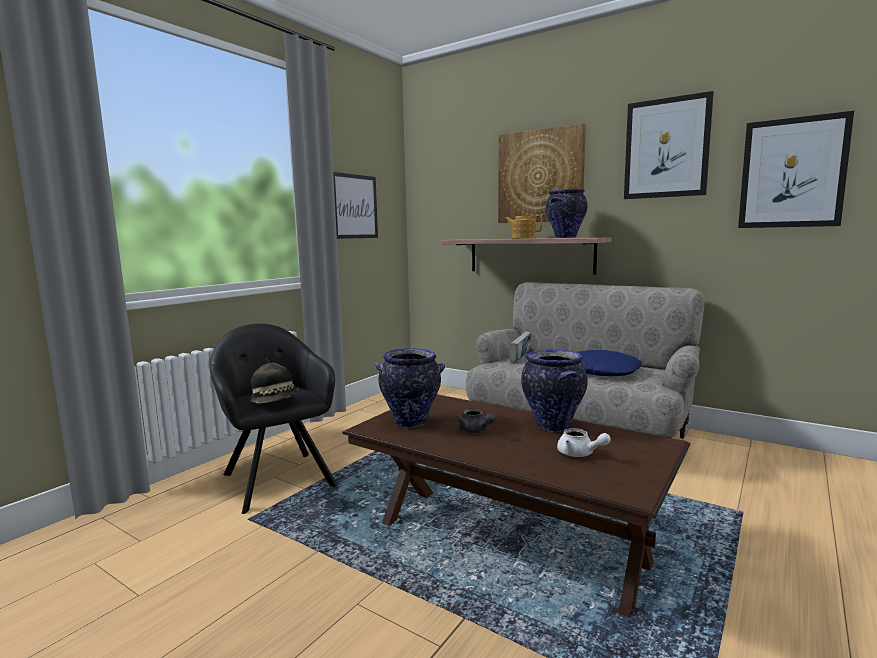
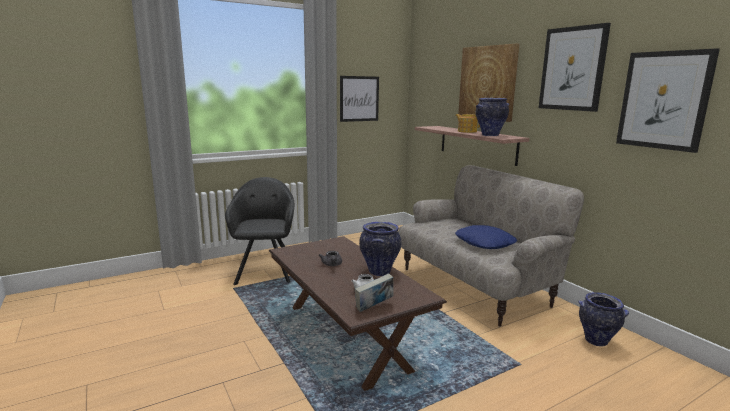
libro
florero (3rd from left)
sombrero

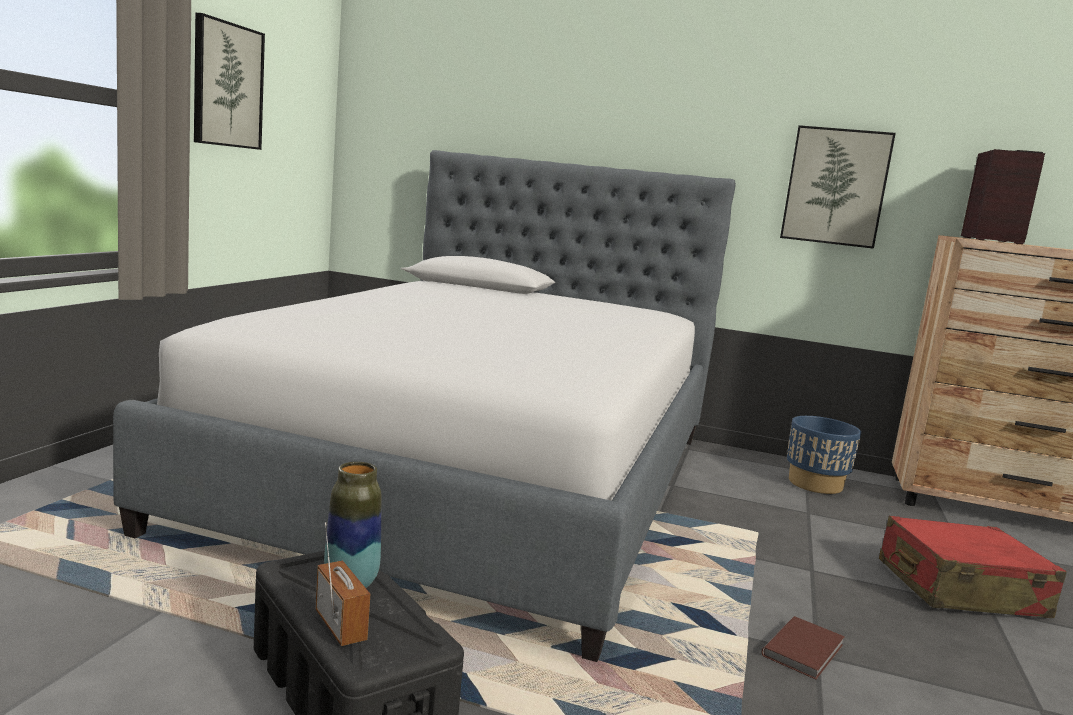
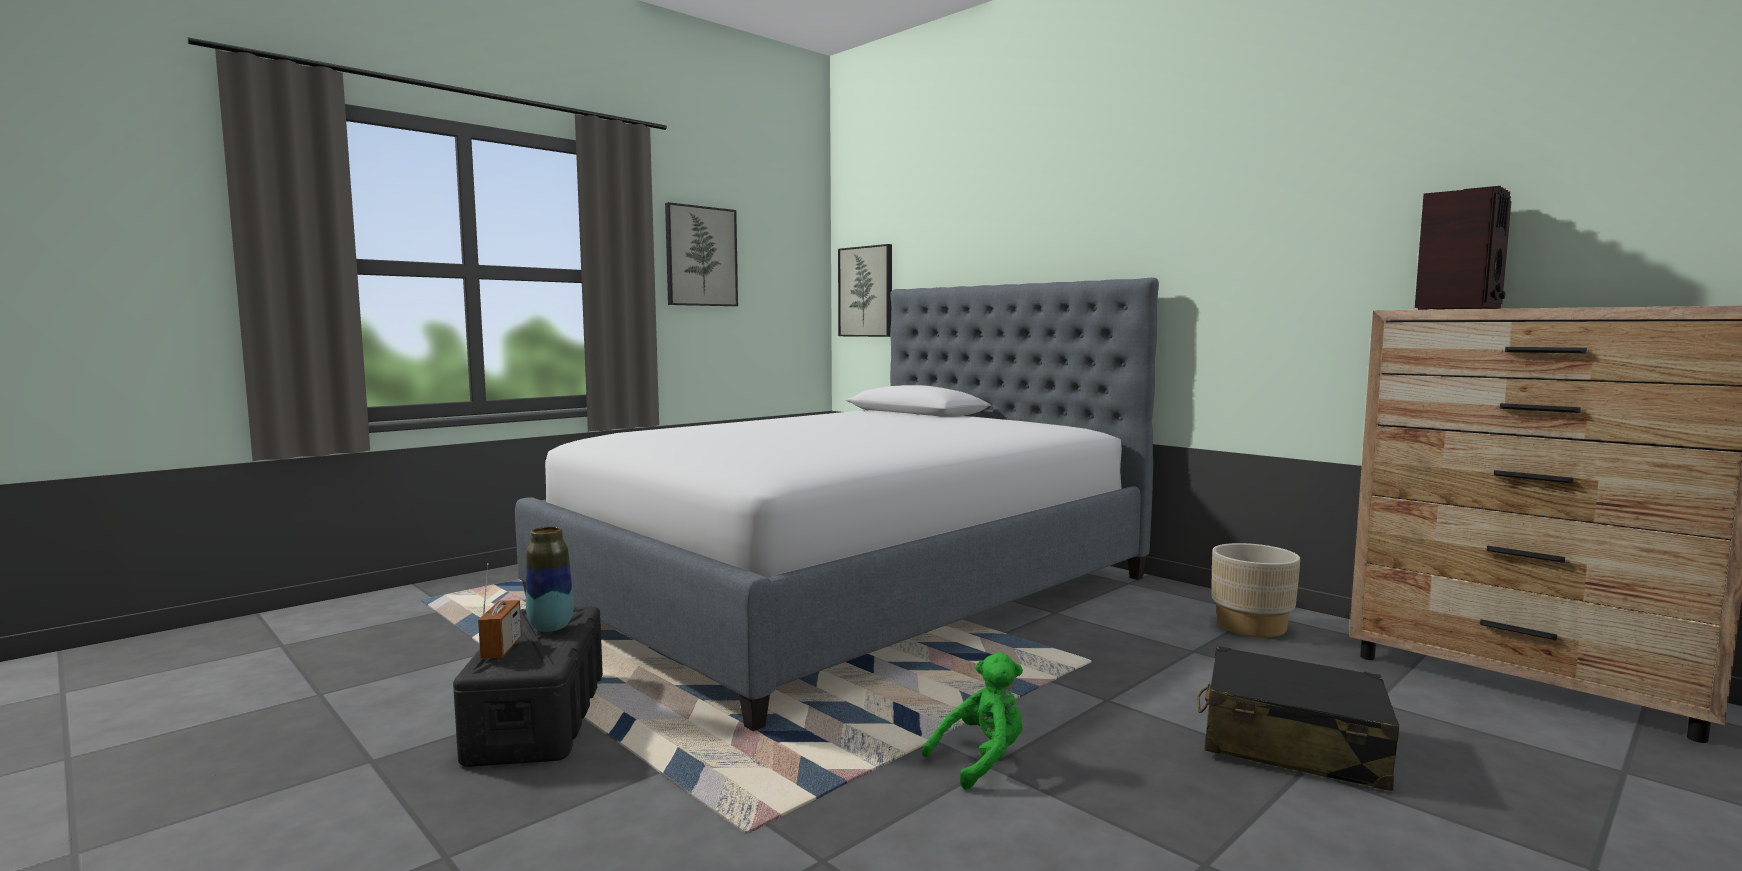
cuadro (2nd from left)
peluche (verde)
maleta (negro)
maceta (beis)

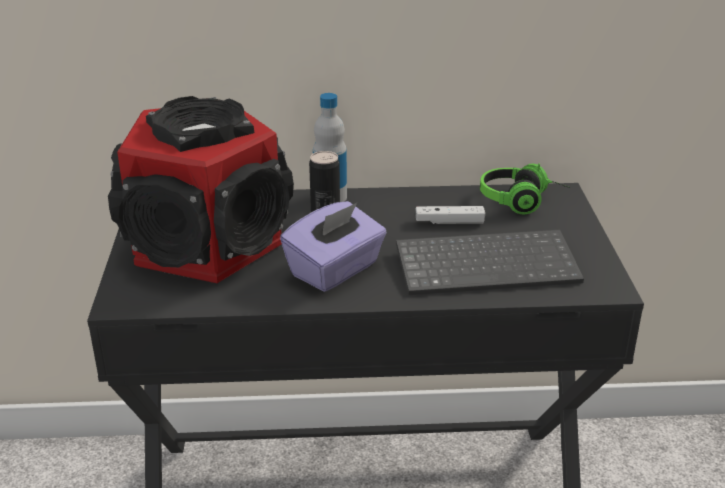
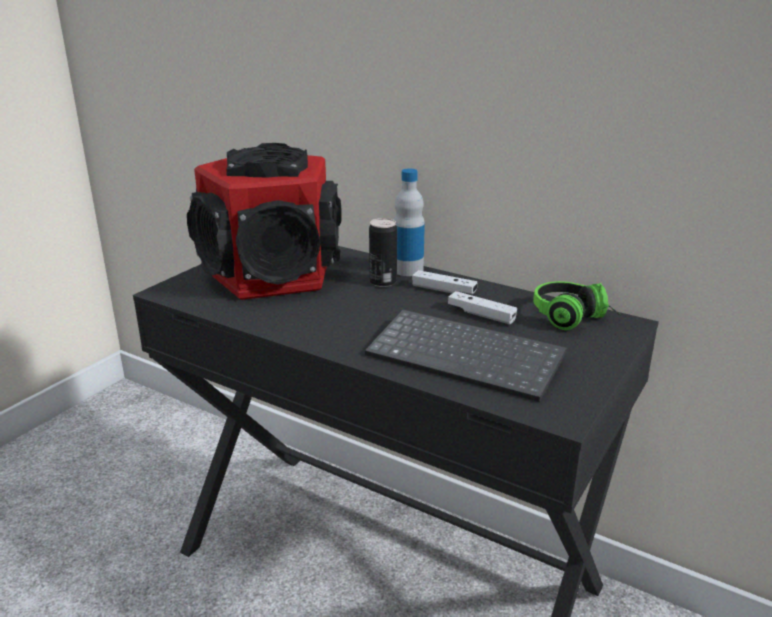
mando de consola (blanco) (1st from left)
caja de pañuelos (morado)

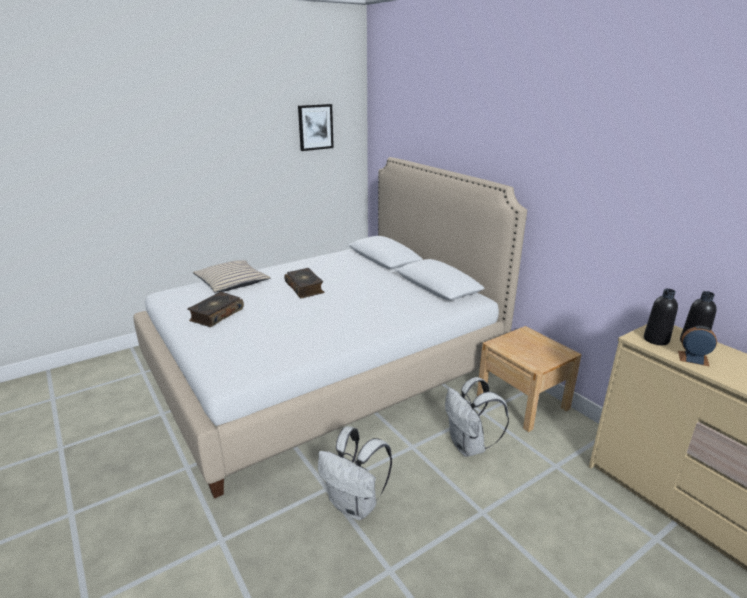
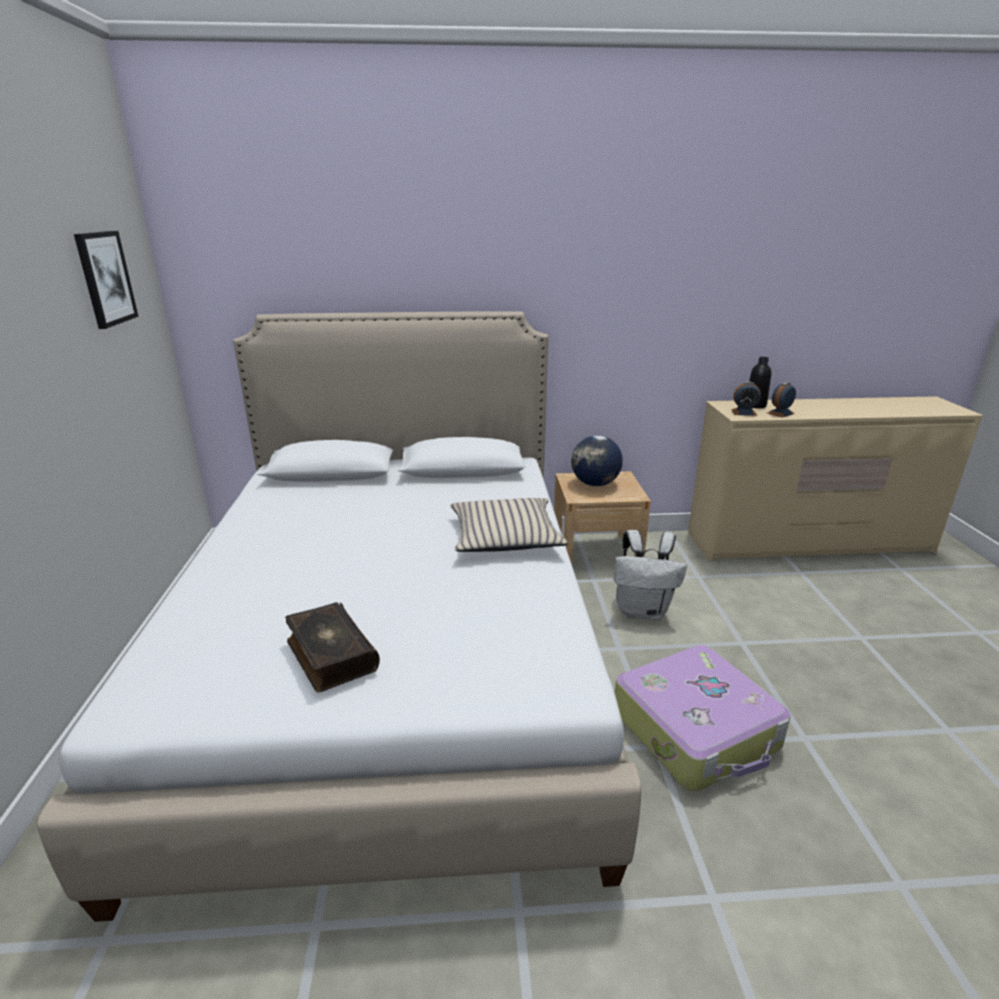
cojín (beis)
globo terráqueo
maleta
despertador (1st from left)
libro (2nd from left in the first image)

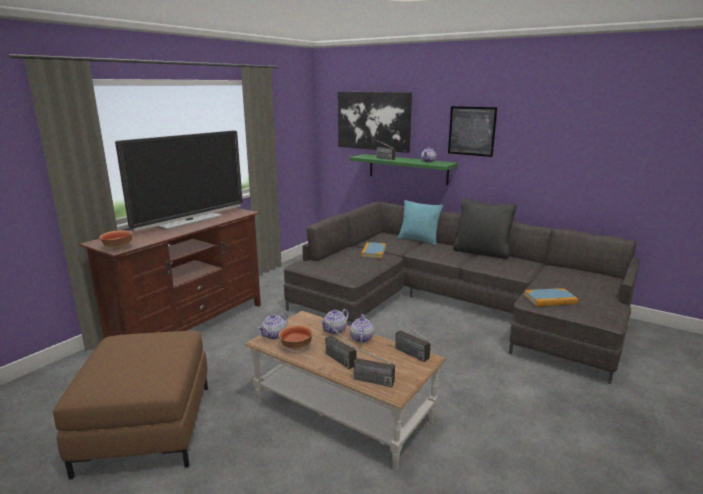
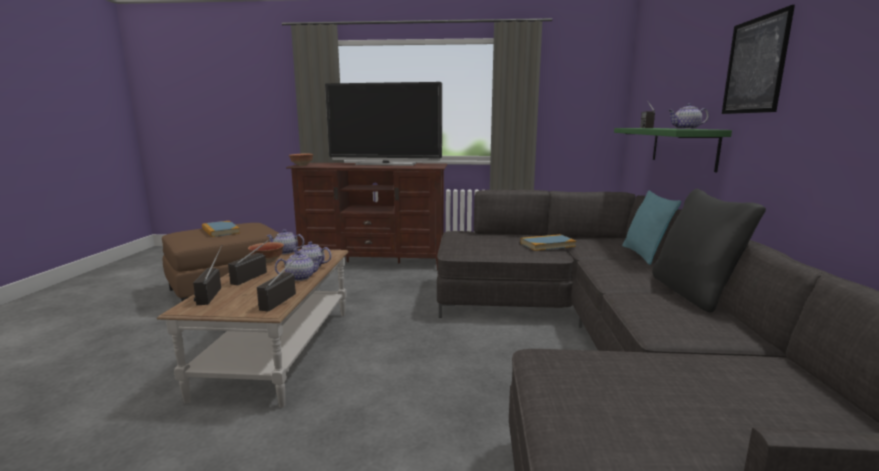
libro (1st from left)
cuadro (1st from left in the first image)

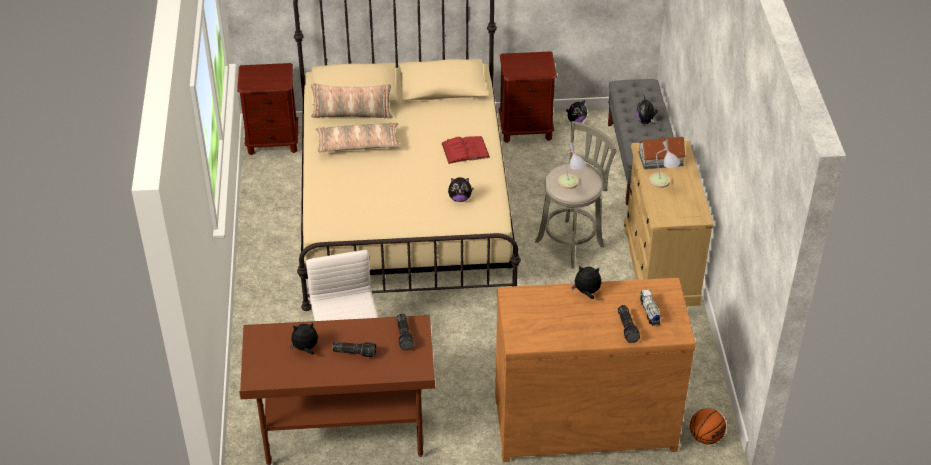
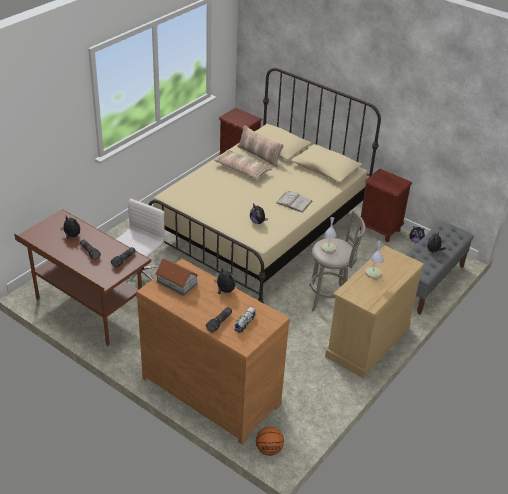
casita
libro (blanco)

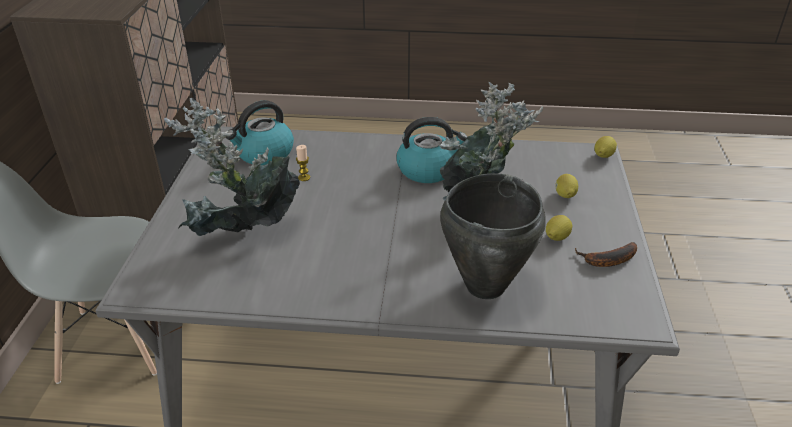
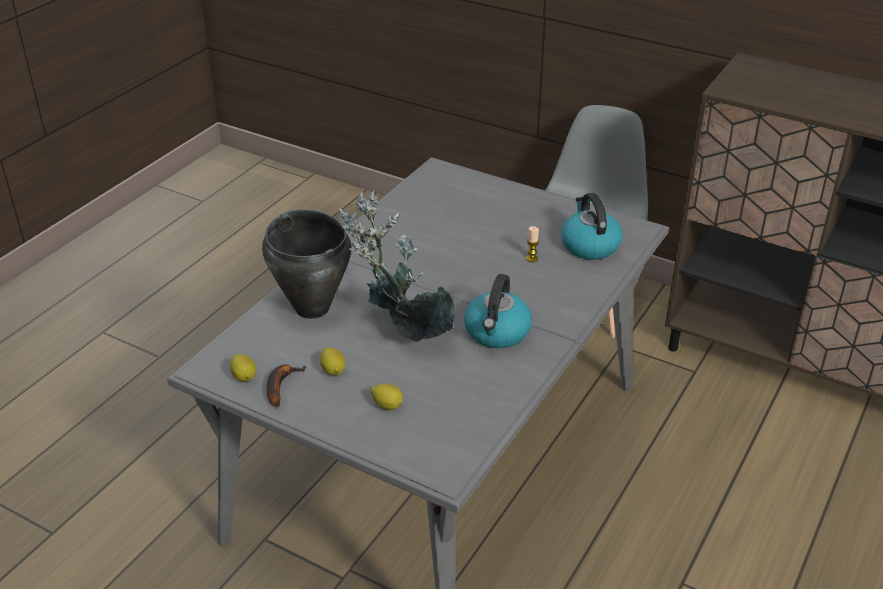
limón (1st from left)
planta en maceta (1st from left in the first image)

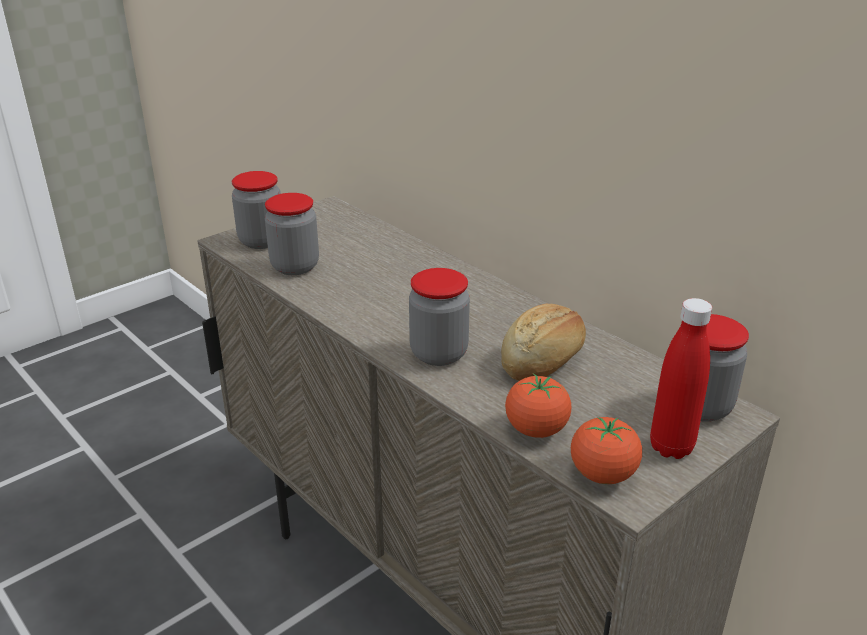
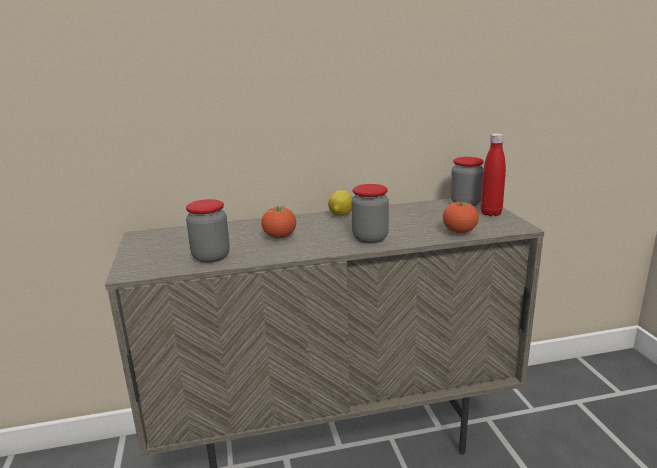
tomate (1st from left)
limón
tarro (1st from left in the first image)
pan

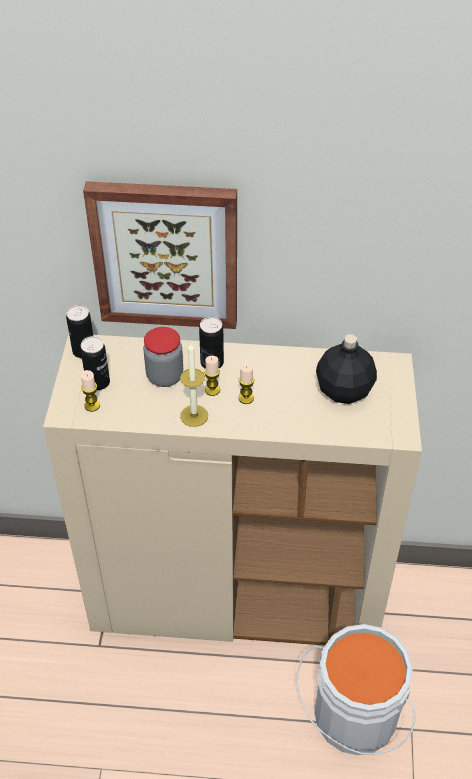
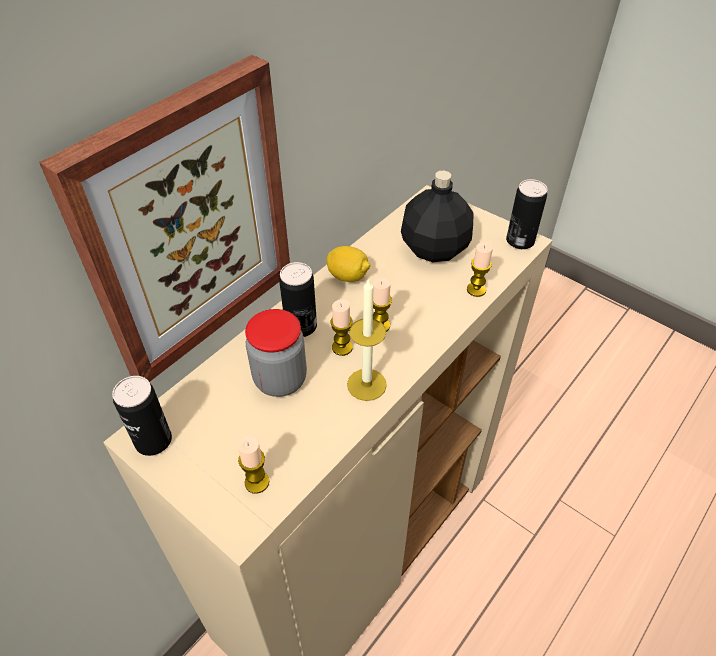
limón
vela (5th from left)
lata (3rd from left)
cubo (gris)

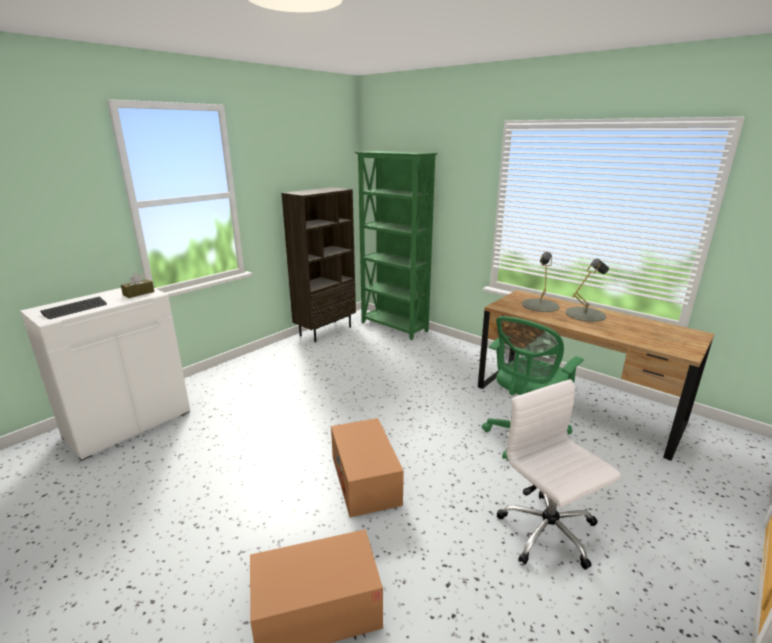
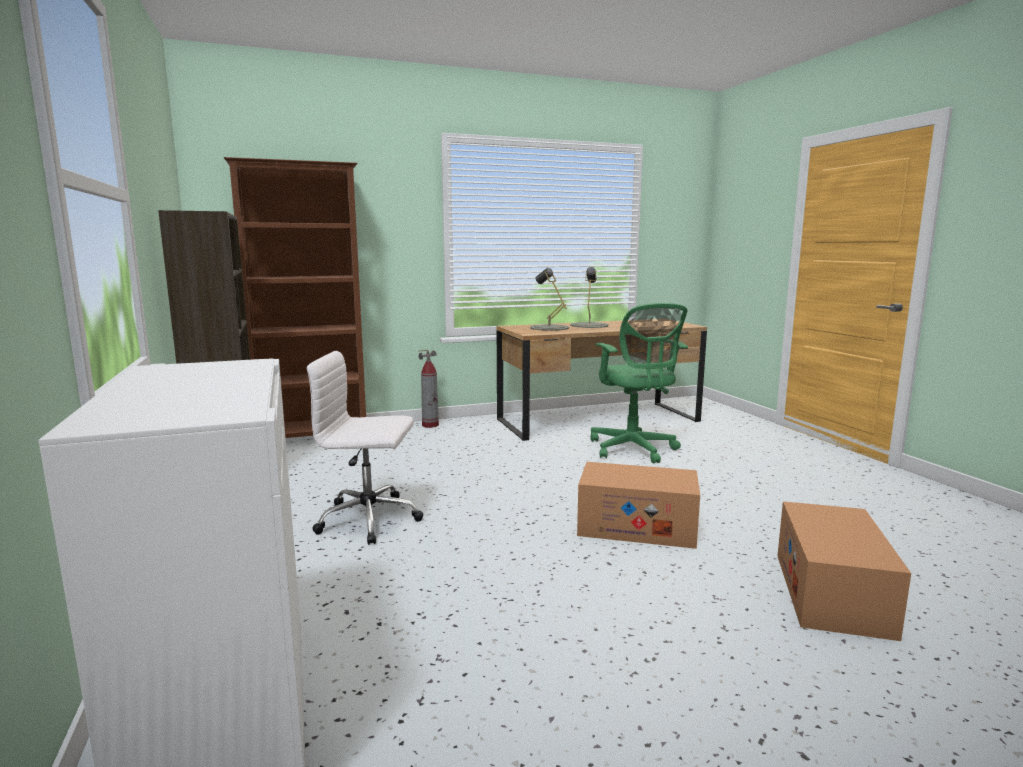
estantería (marrón) (2nd from left)
silla de oficina (blanco)
extintor
teclado
caja de pañuelos (marrón)

